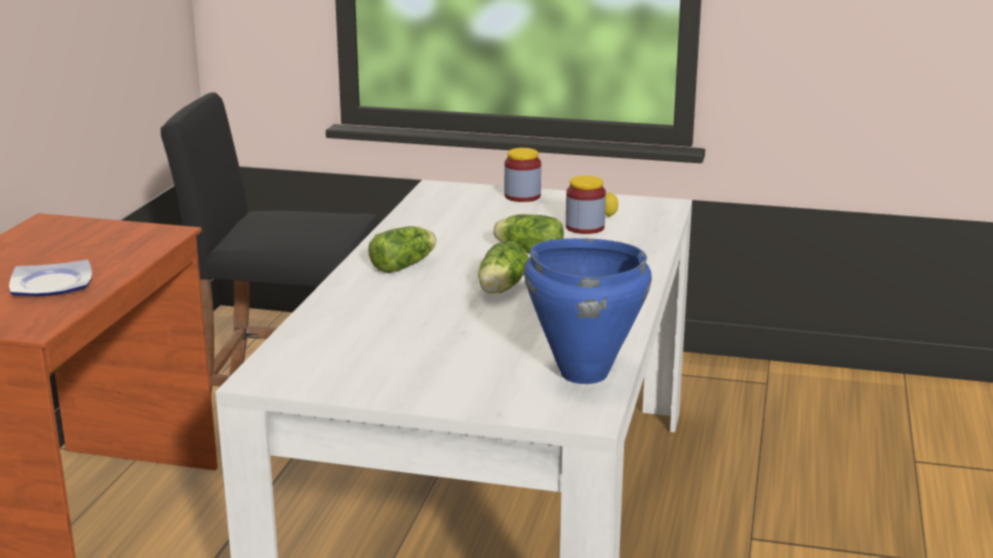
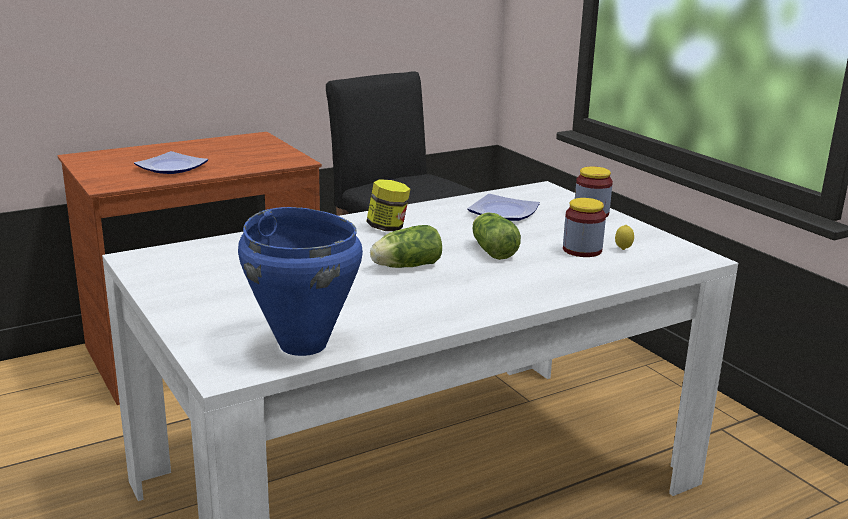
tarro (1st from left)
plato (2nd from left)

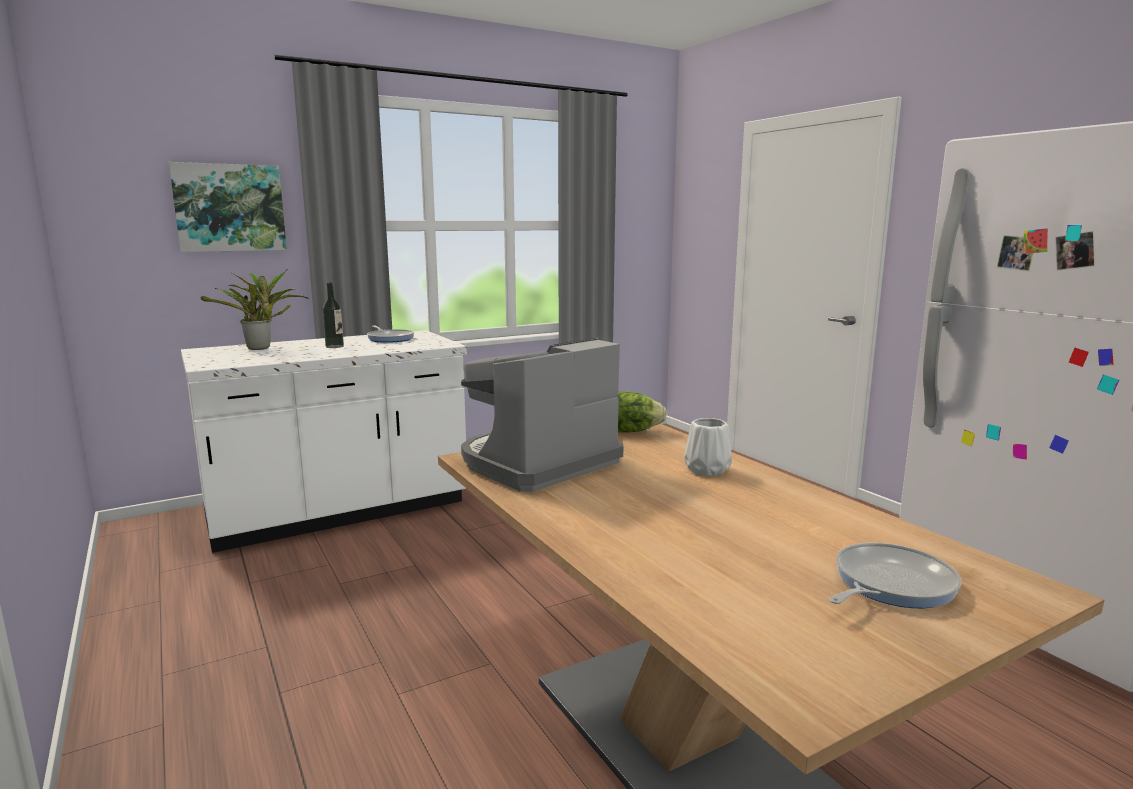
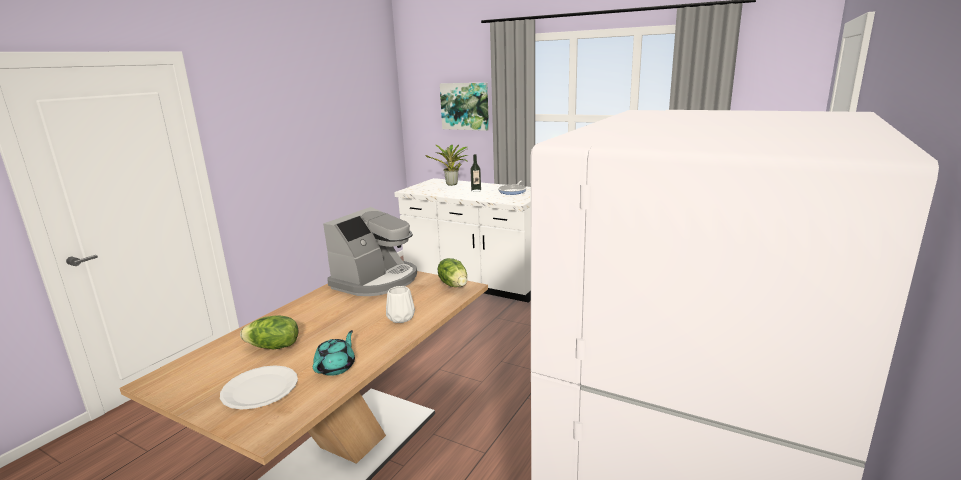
plato (blanco)
lechuga (1st from left)
tetera (turquesa)
cafetera

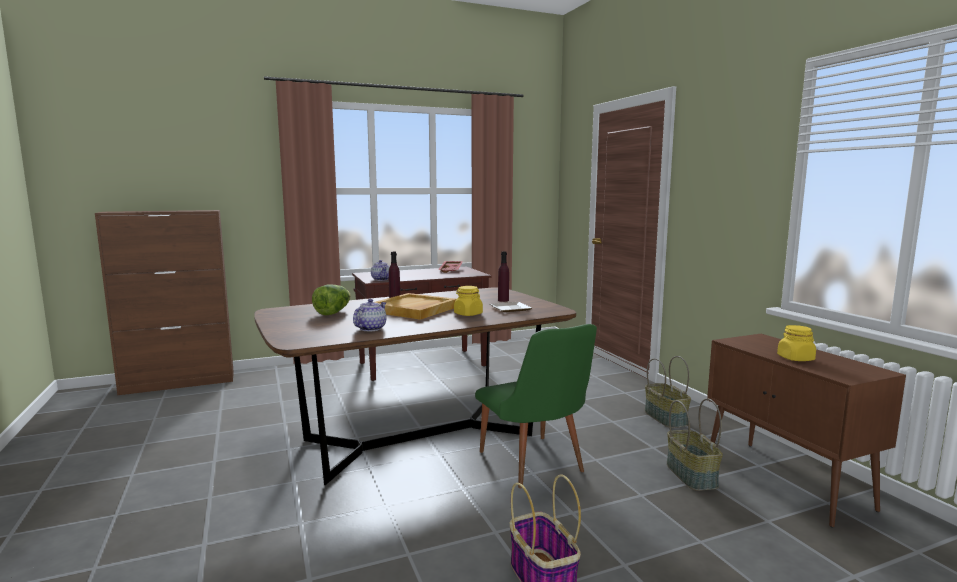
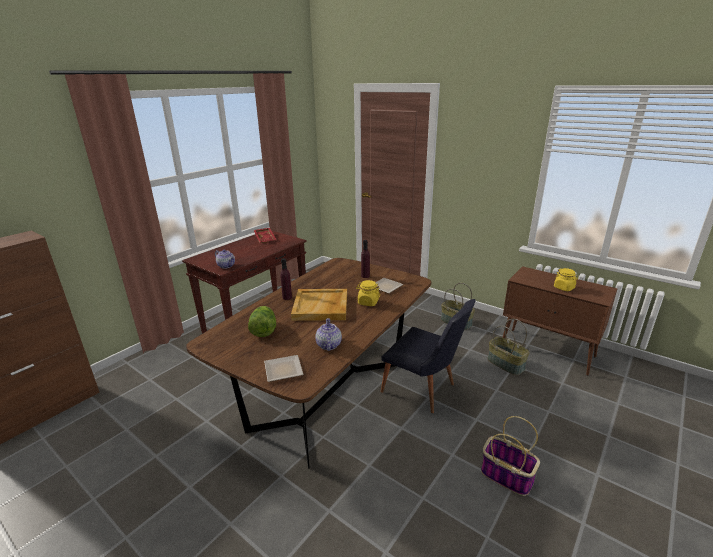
plato (1st from left)
silla (negro)

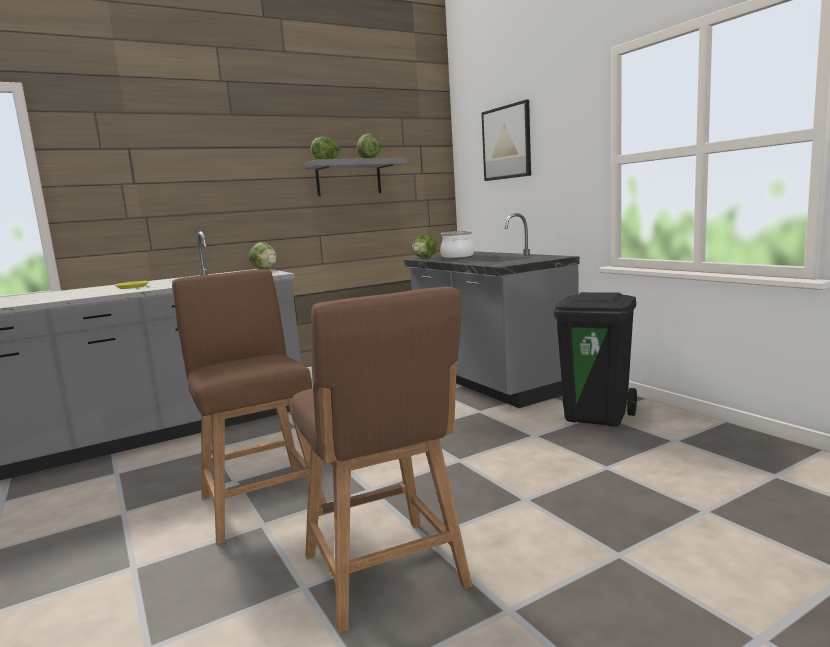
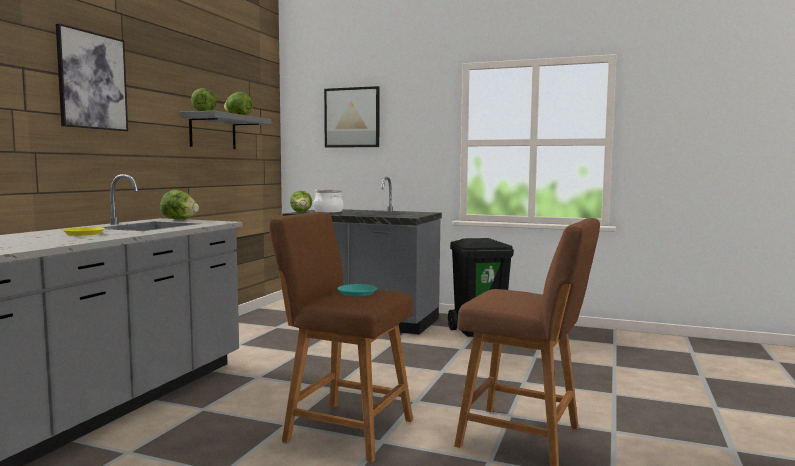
cuadro (1st from left)
plato (turquesa)

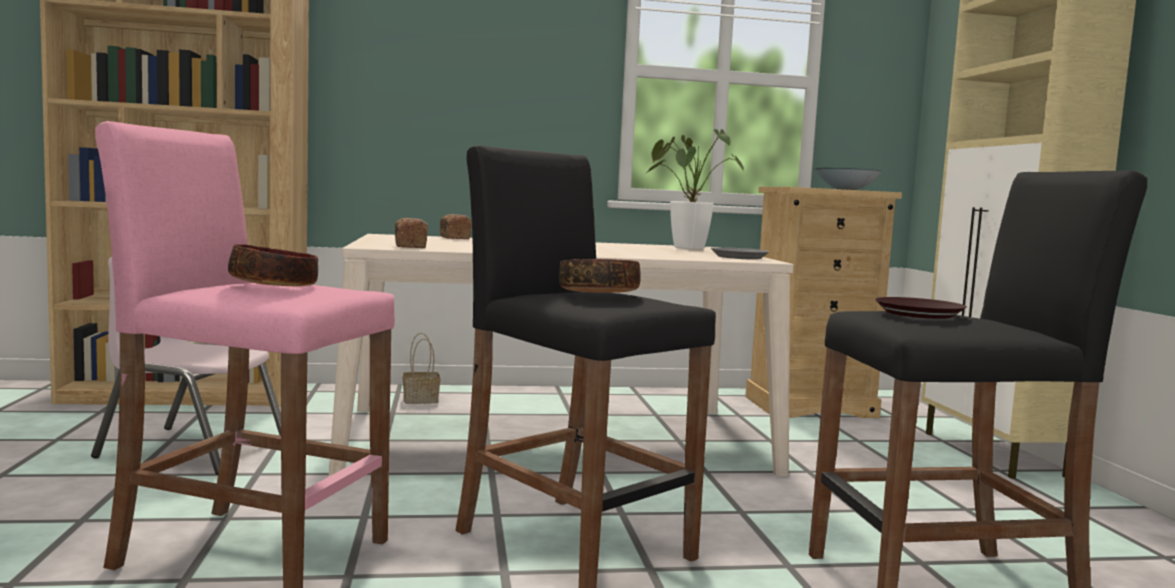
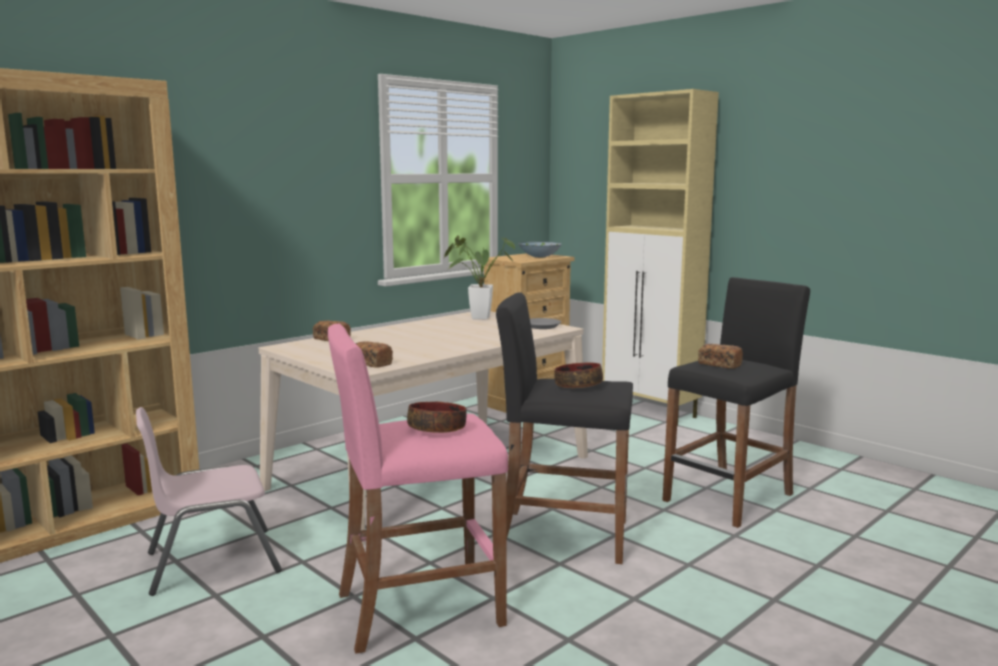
pan (3rd from left)
cesta

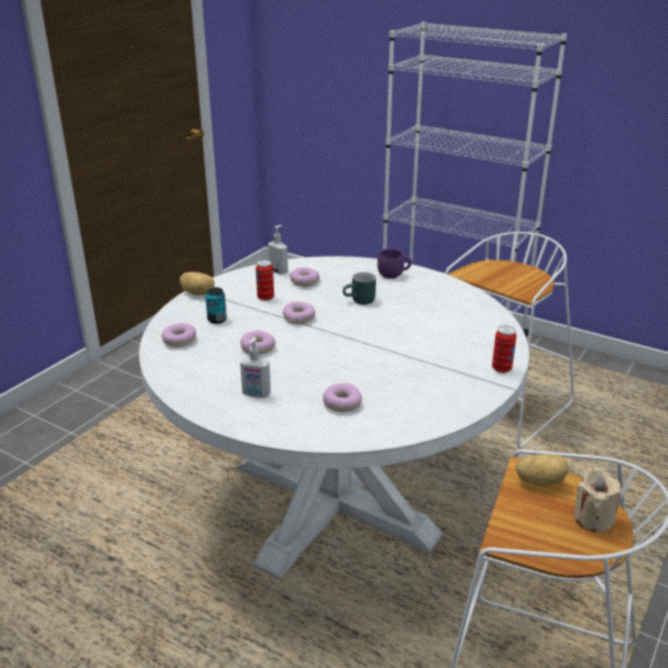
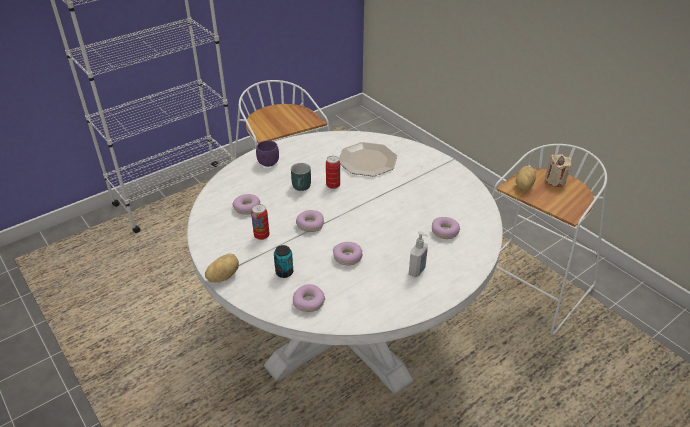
lata (3rd from left)
plato
dispensador de jabón (2nd from left in the first image)

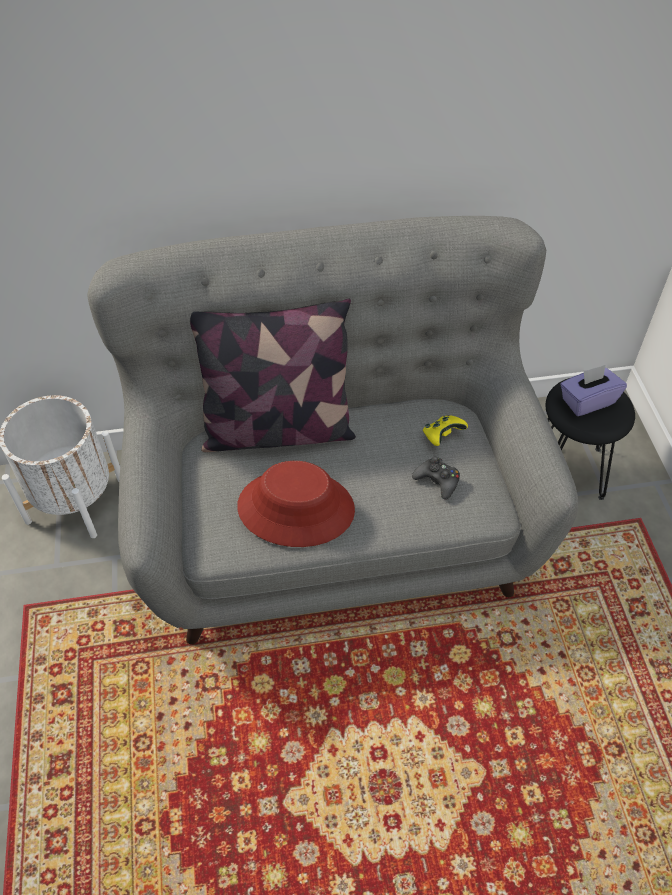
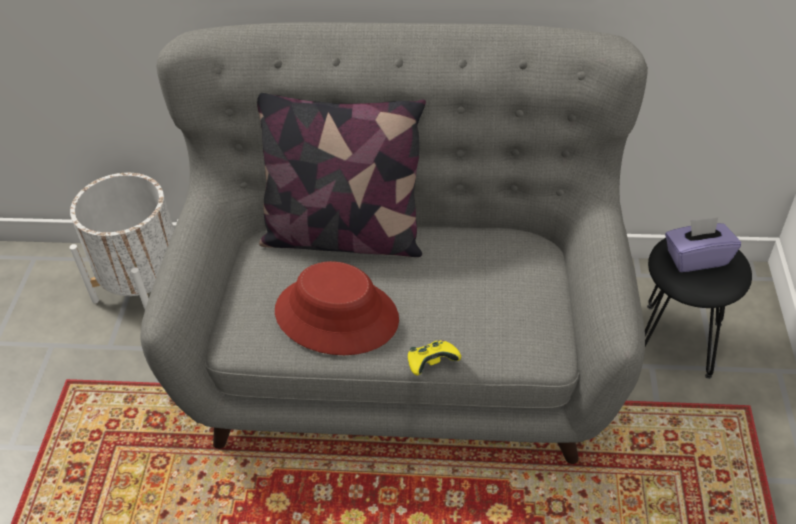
mando de consola (amarillo)
mando de consola (negro)

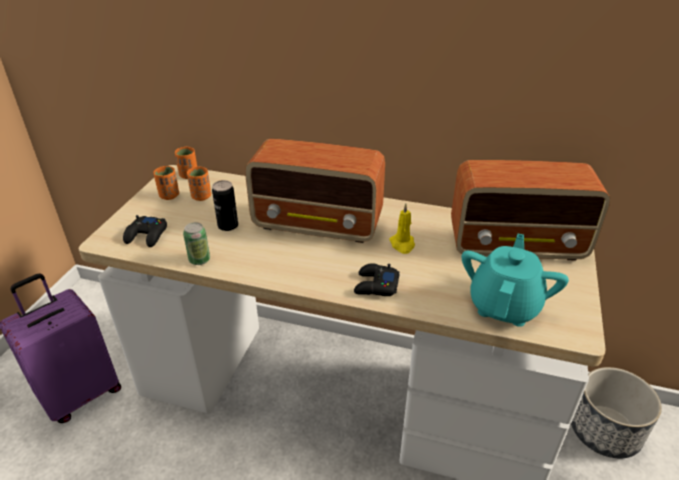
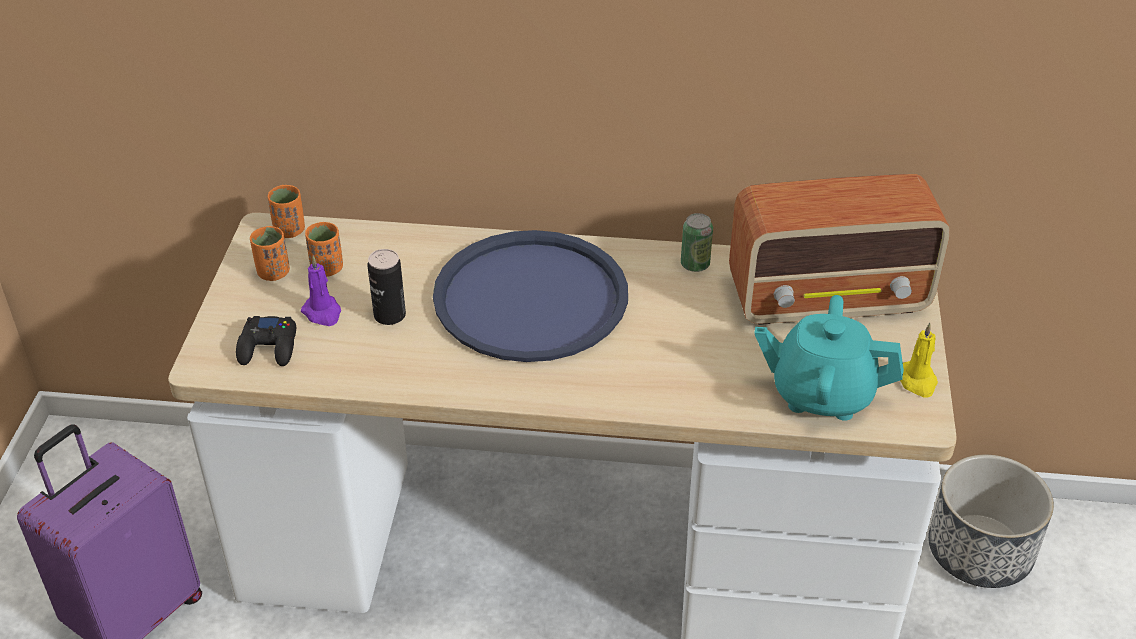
vela (morado)
bandeja (azul)
lata (2nd from left)
tetera (turquesa)
vela (amarillo)
mando de consola (negro) (2nd from left in the first image)

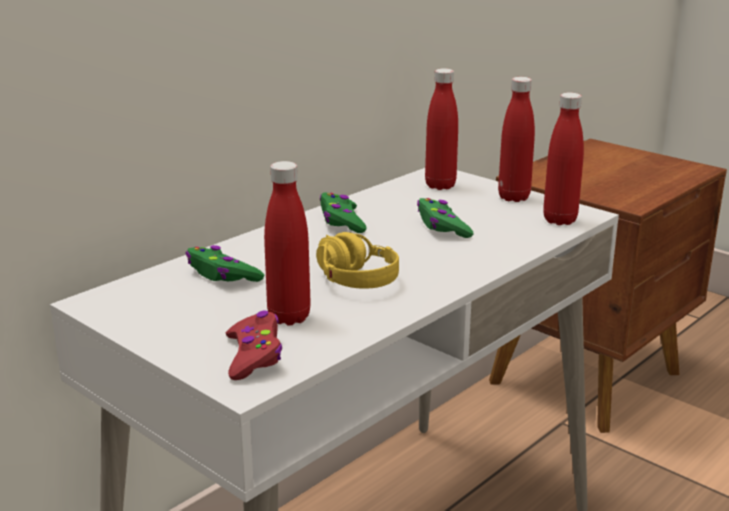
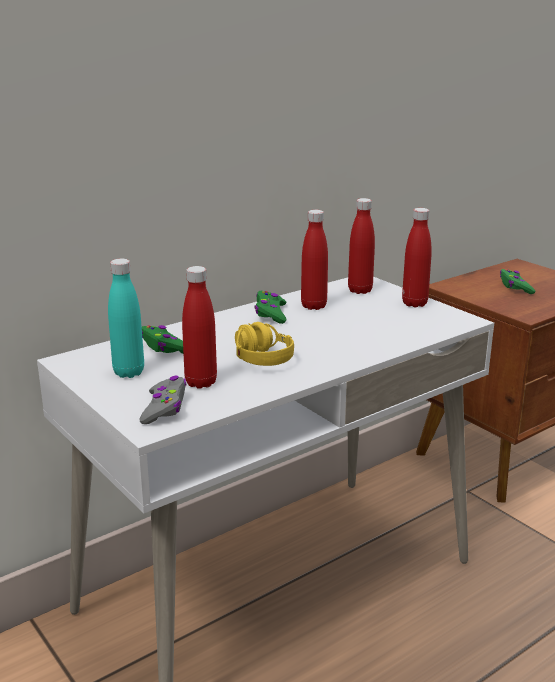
botella (turquesa)
mando de consola (gris)
botella (rojo) (2nd from left)
mando de consola (verde) (3rd from left)

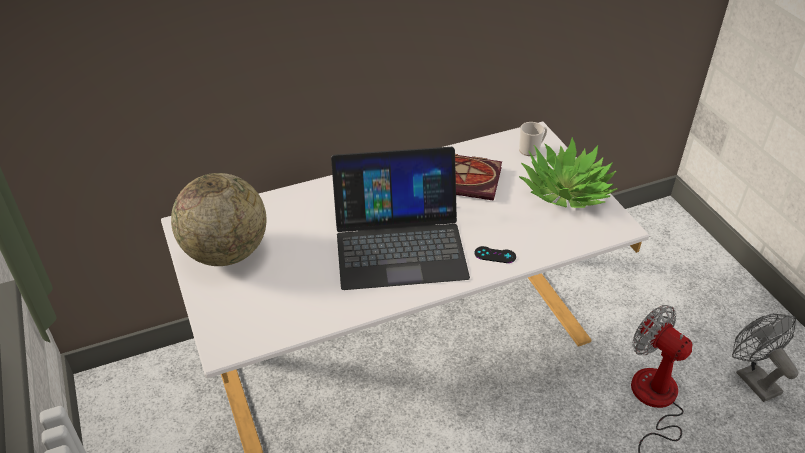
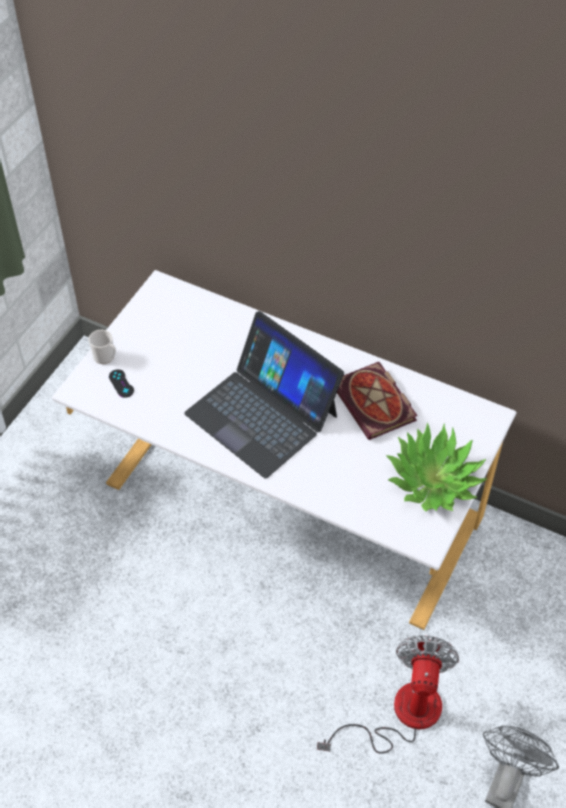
taza grande
mando de consola (negro)
globo terráqueo

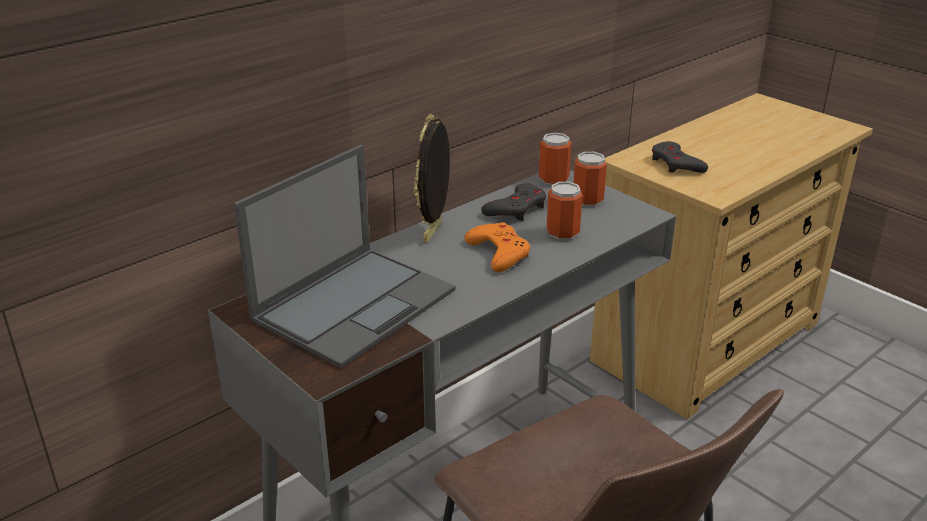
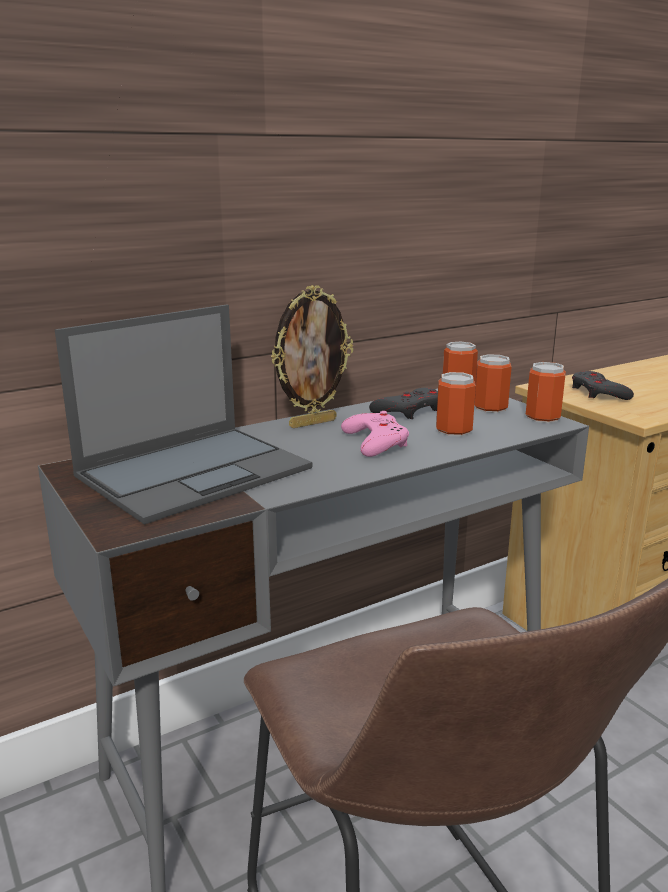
portarretratos
mando de consola (rosa)
lata (4th from left)

